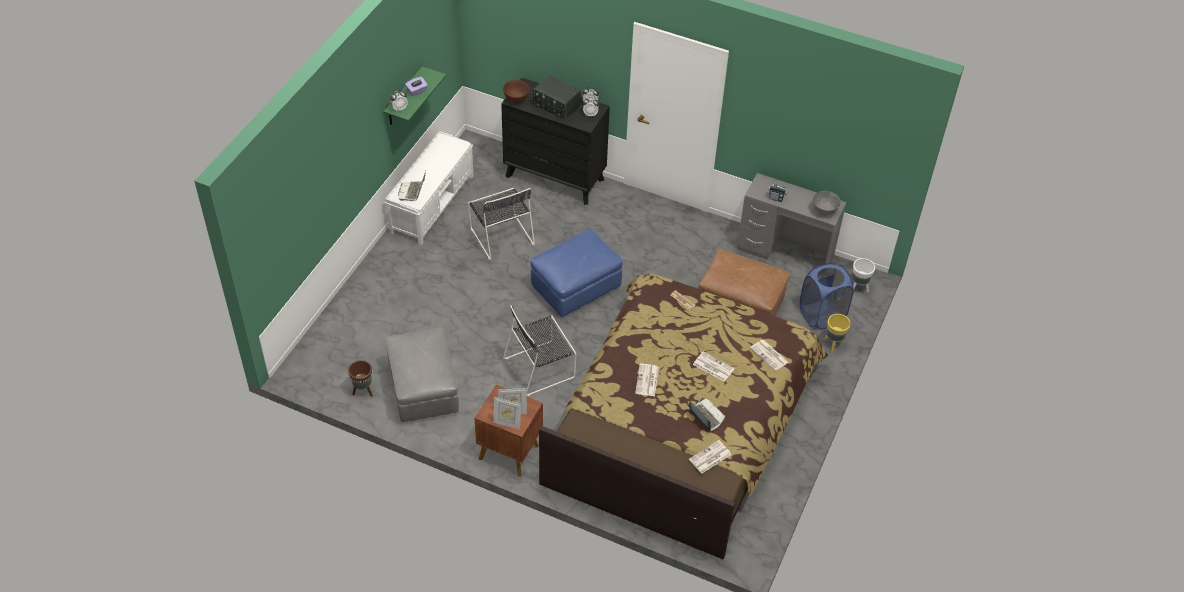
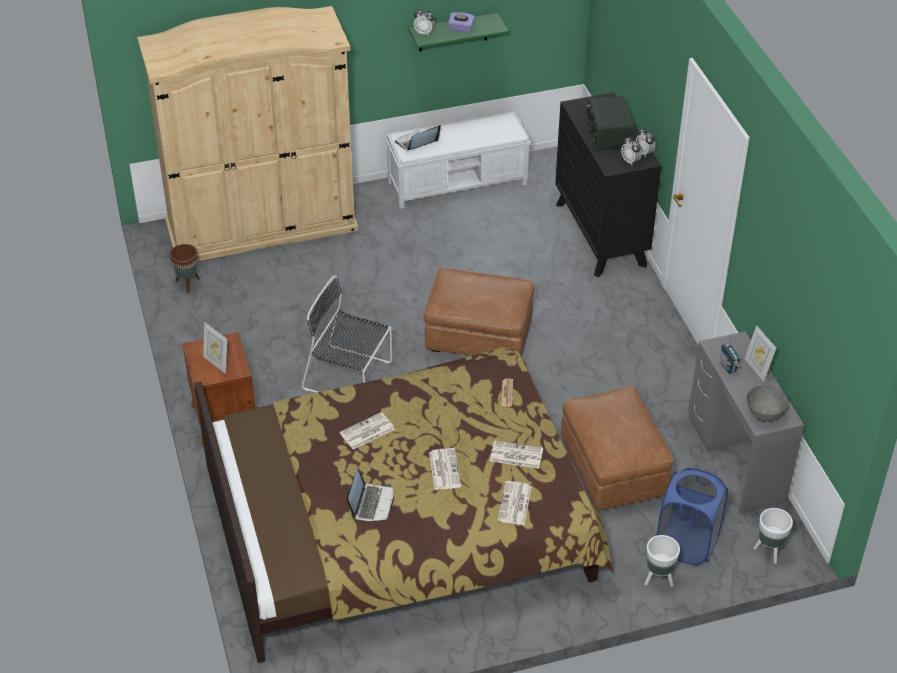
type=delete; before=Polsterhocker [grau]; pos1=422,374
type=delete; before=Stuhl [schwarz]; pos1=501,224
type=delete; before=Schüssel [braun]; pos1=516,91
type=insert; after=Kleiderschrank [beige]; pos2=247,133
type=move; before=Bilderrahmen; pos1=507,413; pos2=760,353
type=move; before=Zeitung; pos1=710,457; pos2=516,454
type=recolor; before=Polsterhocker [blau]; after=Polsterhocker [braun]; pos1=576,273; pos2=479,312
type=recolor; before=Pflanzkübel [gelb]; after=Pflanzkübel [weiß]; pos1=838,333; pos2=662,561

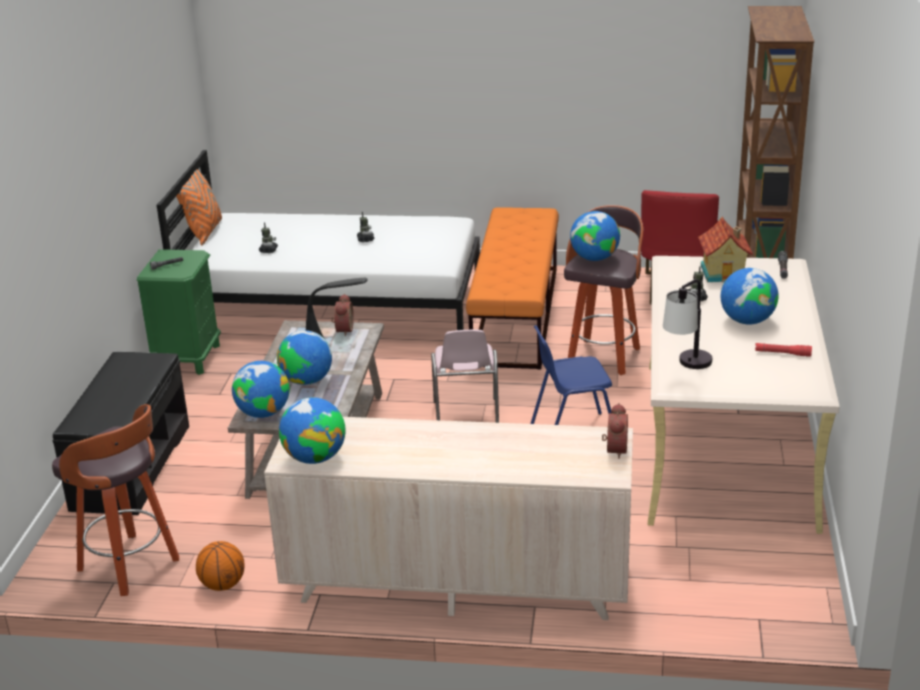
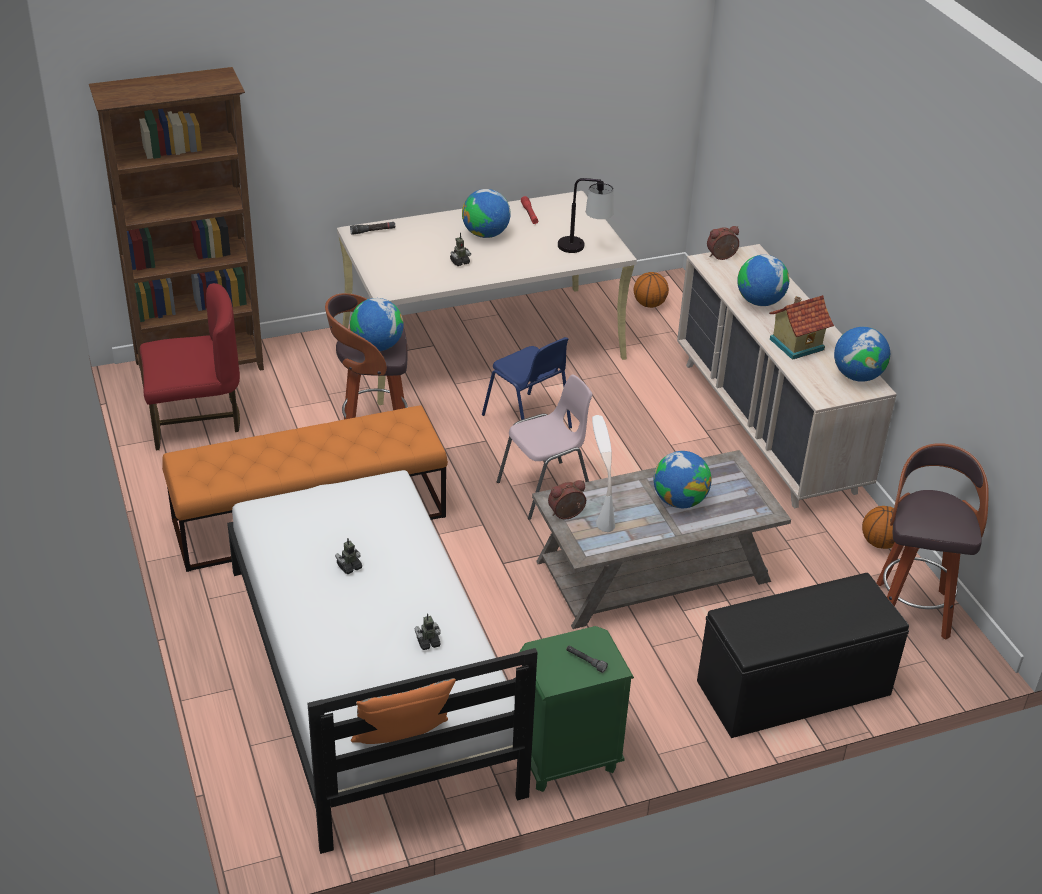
type=insert; after=Basketball; pos2=651,290
type=move; before=Globus; pos1=261,389; pos2=763,280
type=move; before=Spielzeughaus; pos1=725,249; pos2=801,327
type=recolor; before=Tischlampe [schwarz]; after=Tischlampe [weiß]; pos1=337,308; pos2=603,473

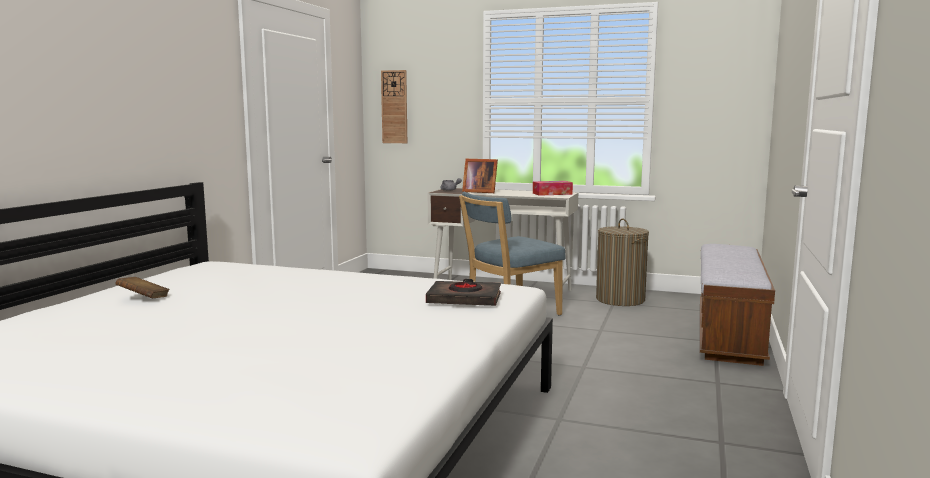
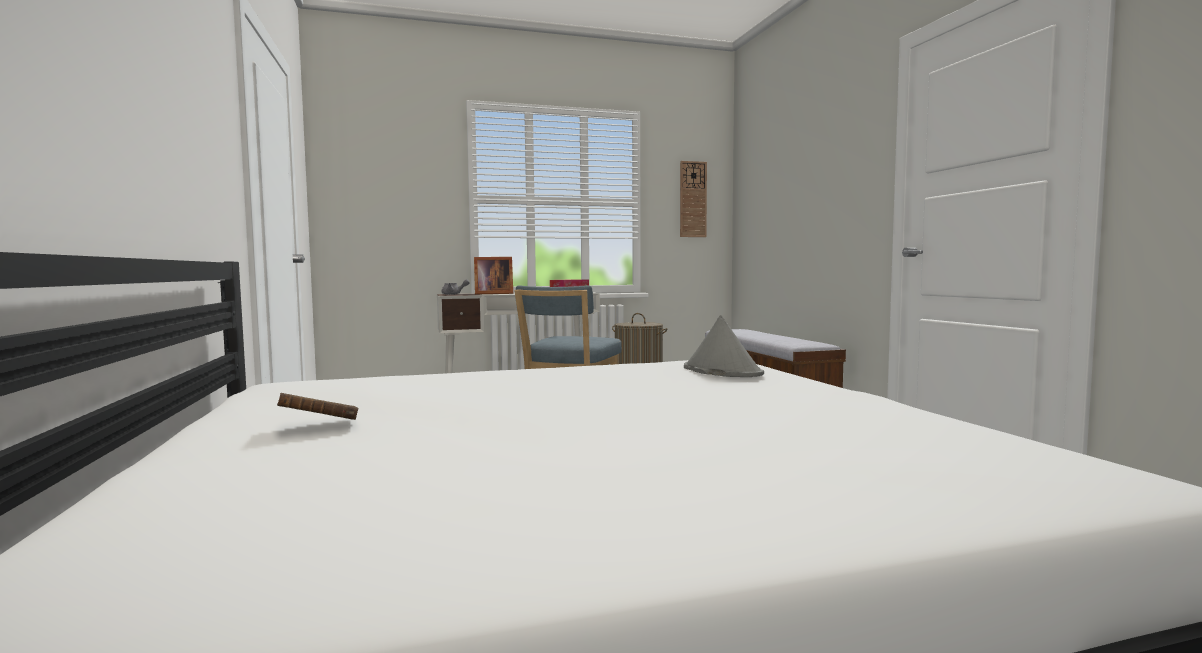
type=move; before=Wanduhr; pos1=394,106; pos2=693,199
type=replace; before=Buch [schwarz]; after=Hut [grau]; pos1=463,292; pos2=724,346

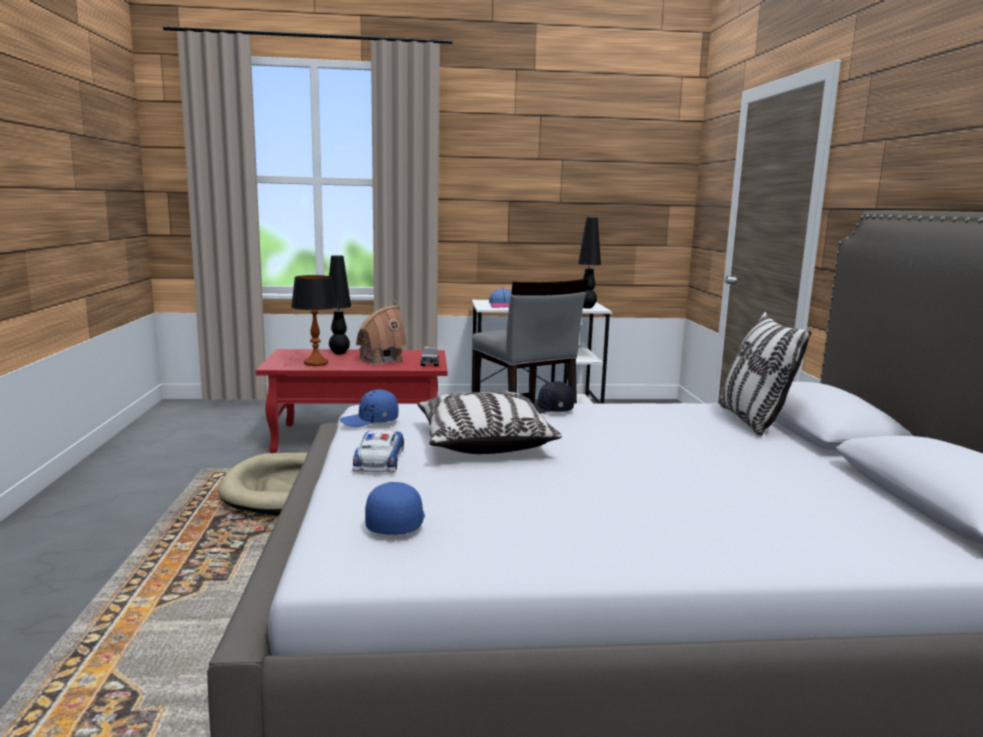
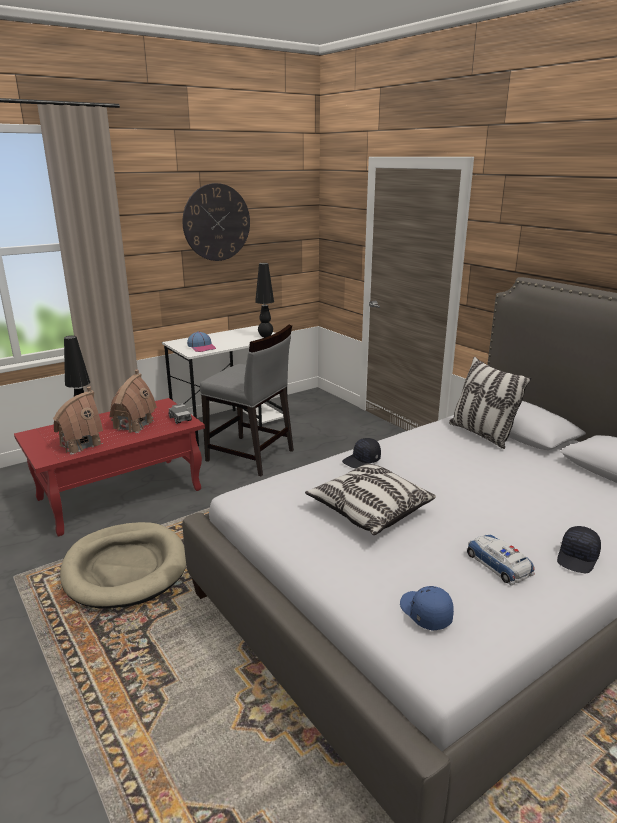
type=delete; before=Kappe [blau]; pos1=369,408
type=insert; after=Wanduhr; pos2=216,222
type=insert; after=Kappe [schwarz]; pos2=579,549
type=move; before=Spielzeugauto; pos1=378,451; pos2=501,560
type=replace; before=Tischlampe; after=Spielzeughaus; pos1=314,320; pos2=78,421

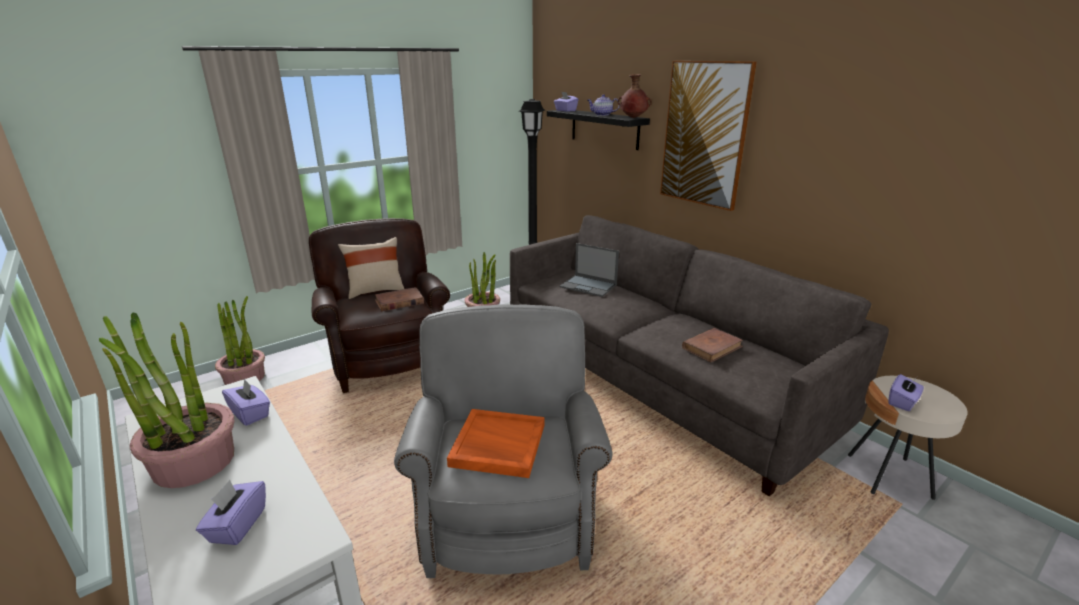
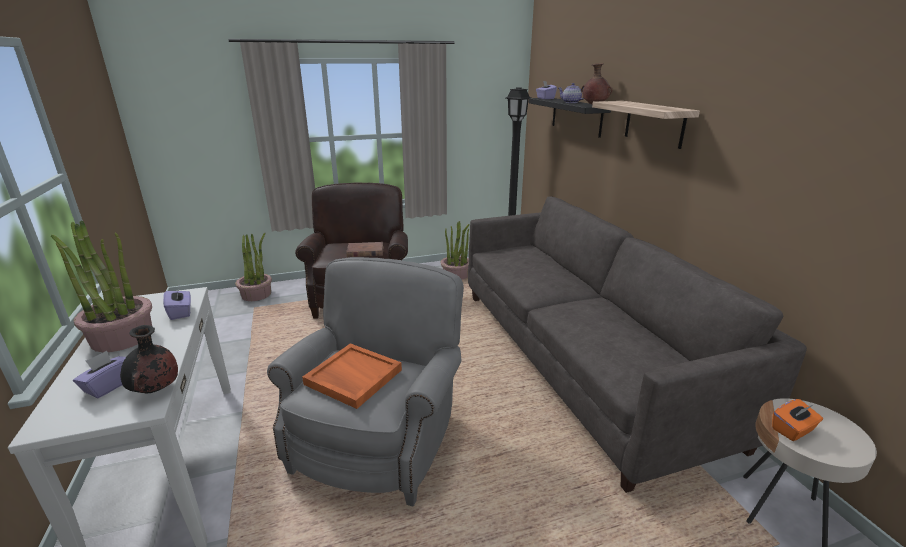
type=delete; before=Kissen [beige]; pos1=371,268
type=delete; before=Laptop; pos1=589,270
type=delete; before=Buch [braun]; pos1=712,345
type=insert; after=Vase [schwarz]; pos2=149,359
type=replace; before=Bild; after=Wandregal; pos1=708,136; pos2=646,125
type=recolor; before=Taschentuchbox [lila]; after=Taschentuchbox [orange]; pos1=906,392; pos2=797,420

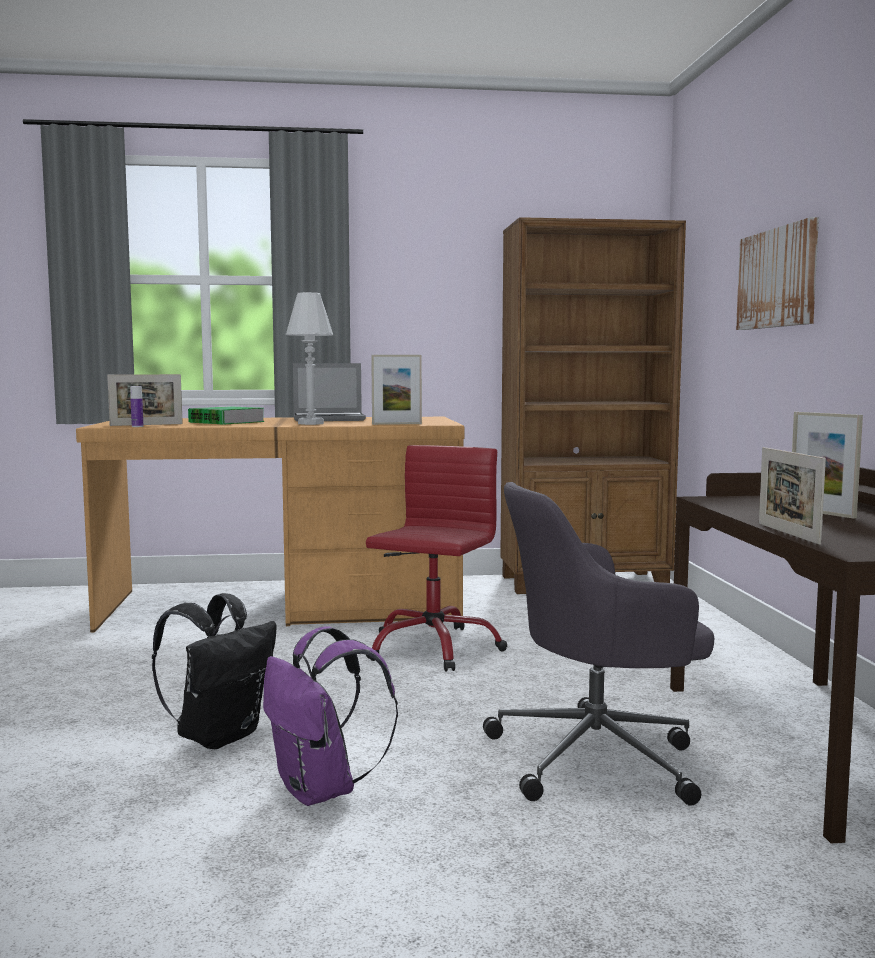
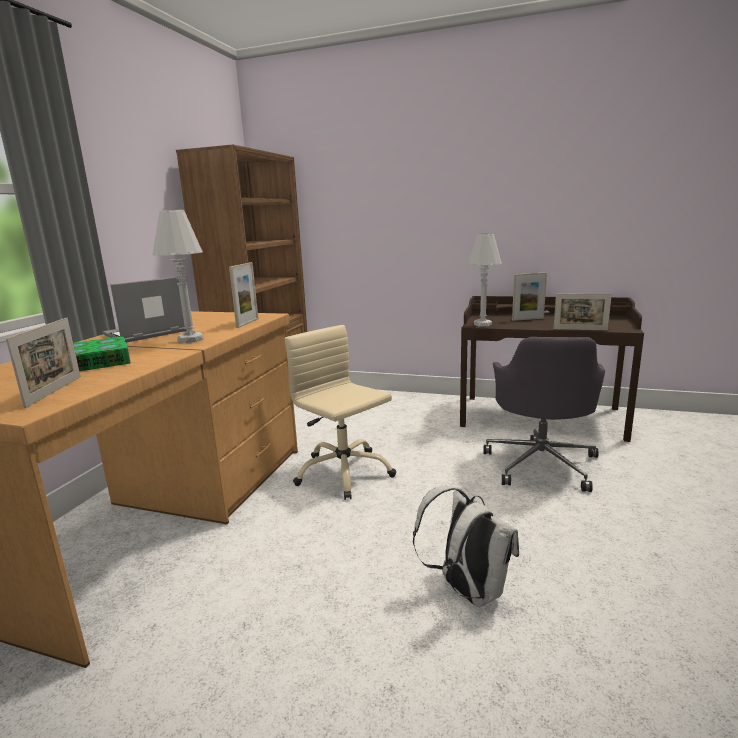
type=delete; before=Flasche; pos1=137,406
type=delete; before=Rucksack [lila]; pos1=330,716
type=delete; before=Bild; pos1=777,273
type=insert; after=Tischlampe [weiß]; pos2=485,279
type=recolor; before=Rucksack [schwarz]; after=Rucksack [weiß]; pos1=214,671; pos2=466,546
type=recolor; before=Bürostuhl [rot]; after=Bürostuhl [beige]; pos1=436,558; pos2=340,412
type=rotate; before=Laptop; pos1=329,392; pos2=145,310; turn=-150

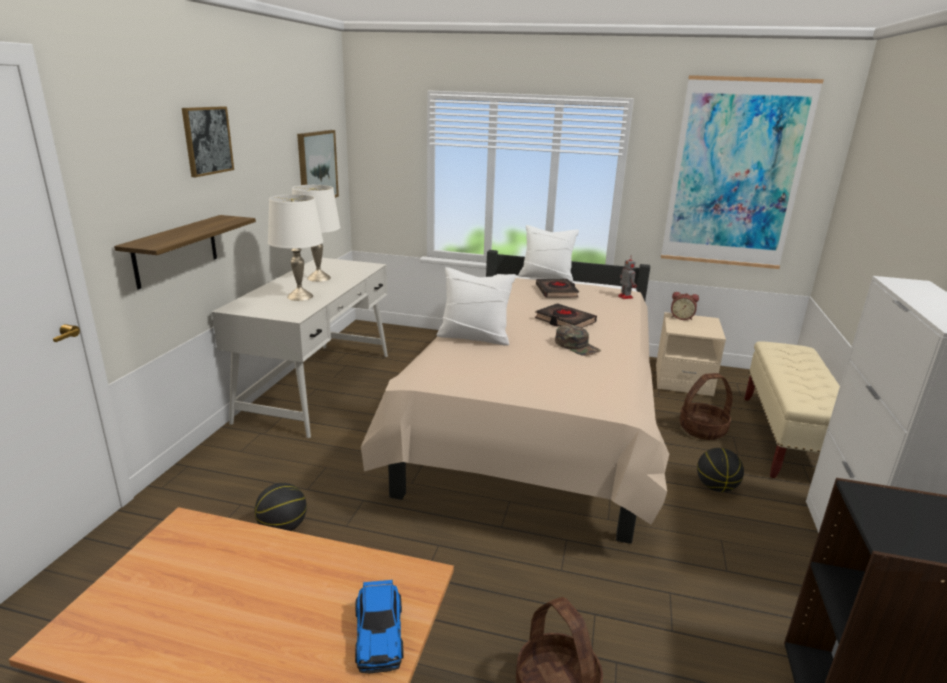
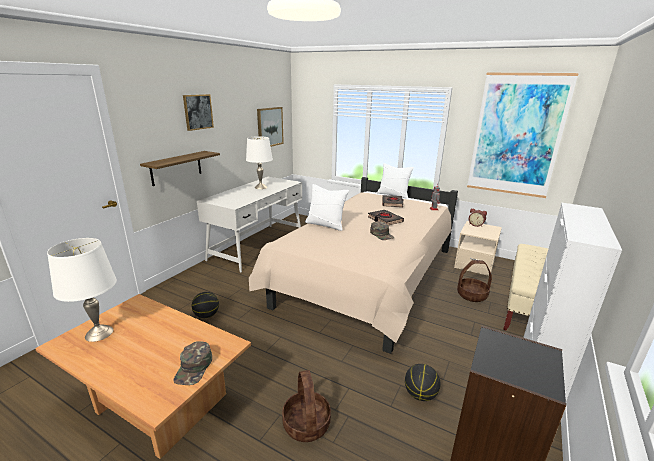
type=move; before=Tischlampe [weiß]; pos1=295,247; pos2=82,290
type=move; before=Basketball; pos1=720,470; pos2=422,382
type=replace; before=Spielzeugauto; after=Kappe [grün]; pos1=379,626; pos2=192,363

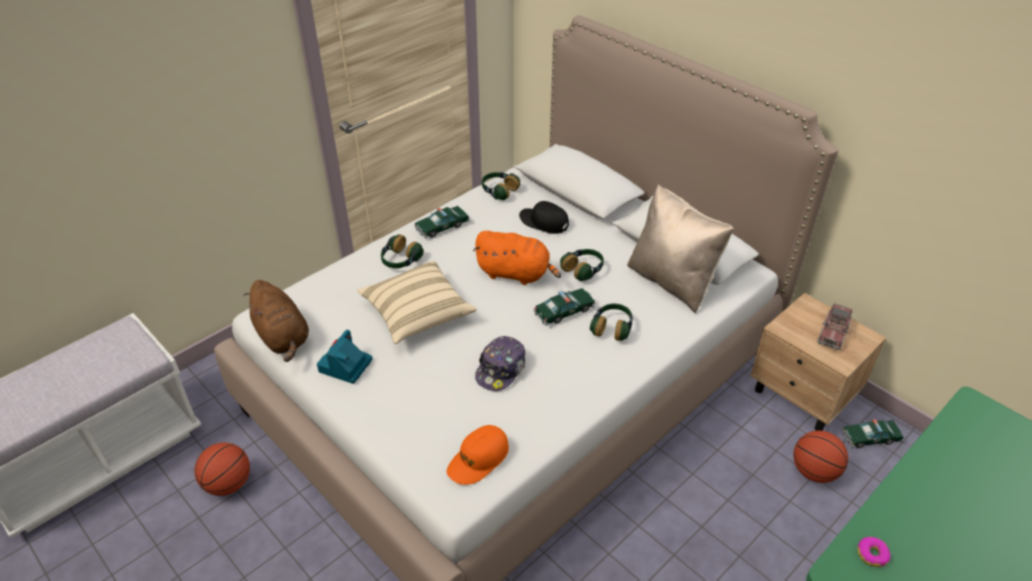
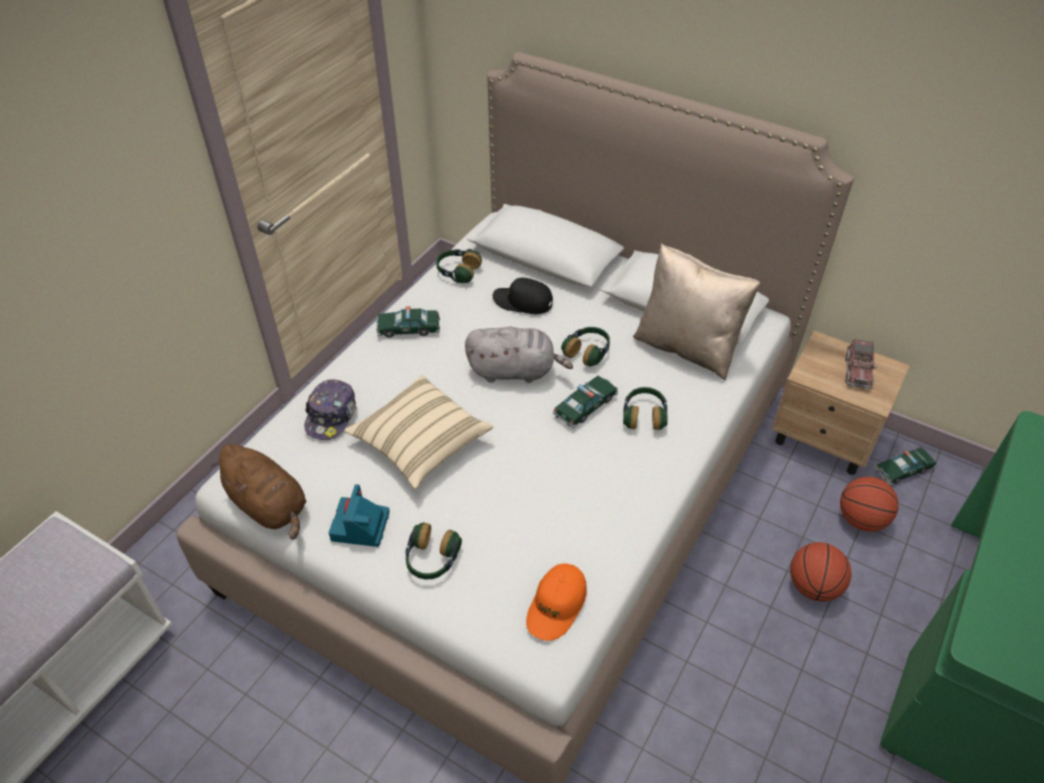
type=delete; before=Donut; pos1=874,552
type=move; before=Basketball; pos1=222,469; pos2=820,571
type=move; before=Kopfhörer; pos1=402,251; pos2=434,551
type=move; before=Kappe; pos1=500,363; pos2=330,409
type=recolor; before=Plüschtier [orange]; after=Plüschtier [grau]; pos1=517,258; pos2=519,355
type=rotate; before=Spielzeugauto; pos1=442,222; pos2=408,322; turn=45

